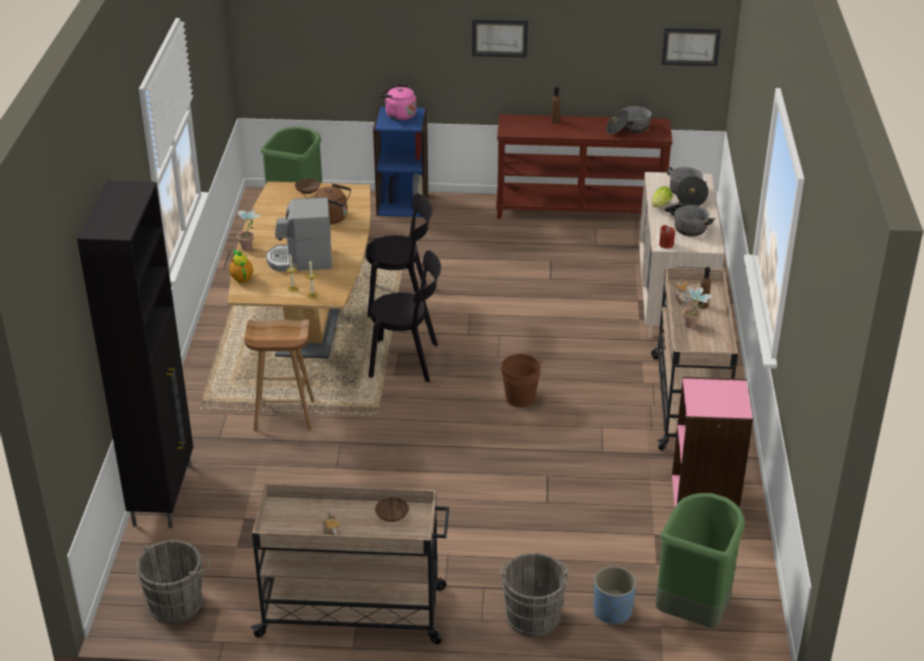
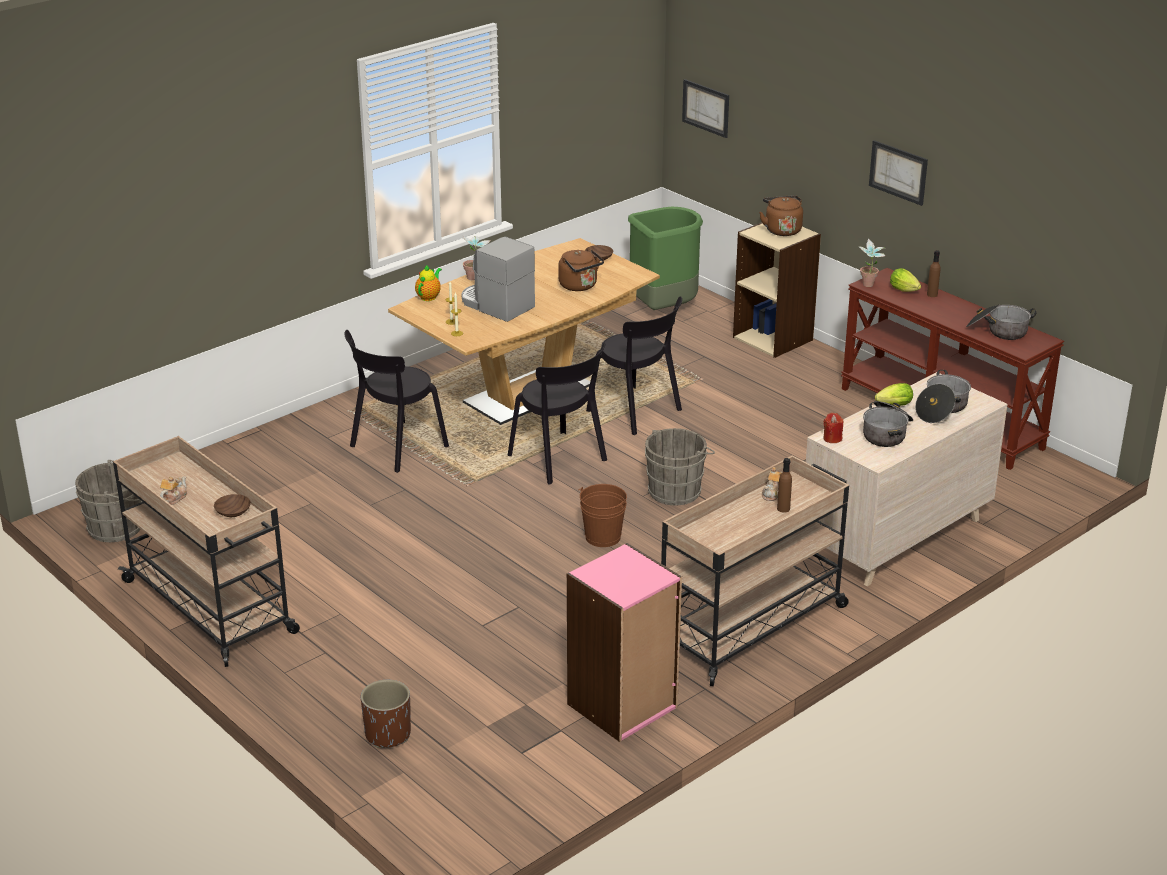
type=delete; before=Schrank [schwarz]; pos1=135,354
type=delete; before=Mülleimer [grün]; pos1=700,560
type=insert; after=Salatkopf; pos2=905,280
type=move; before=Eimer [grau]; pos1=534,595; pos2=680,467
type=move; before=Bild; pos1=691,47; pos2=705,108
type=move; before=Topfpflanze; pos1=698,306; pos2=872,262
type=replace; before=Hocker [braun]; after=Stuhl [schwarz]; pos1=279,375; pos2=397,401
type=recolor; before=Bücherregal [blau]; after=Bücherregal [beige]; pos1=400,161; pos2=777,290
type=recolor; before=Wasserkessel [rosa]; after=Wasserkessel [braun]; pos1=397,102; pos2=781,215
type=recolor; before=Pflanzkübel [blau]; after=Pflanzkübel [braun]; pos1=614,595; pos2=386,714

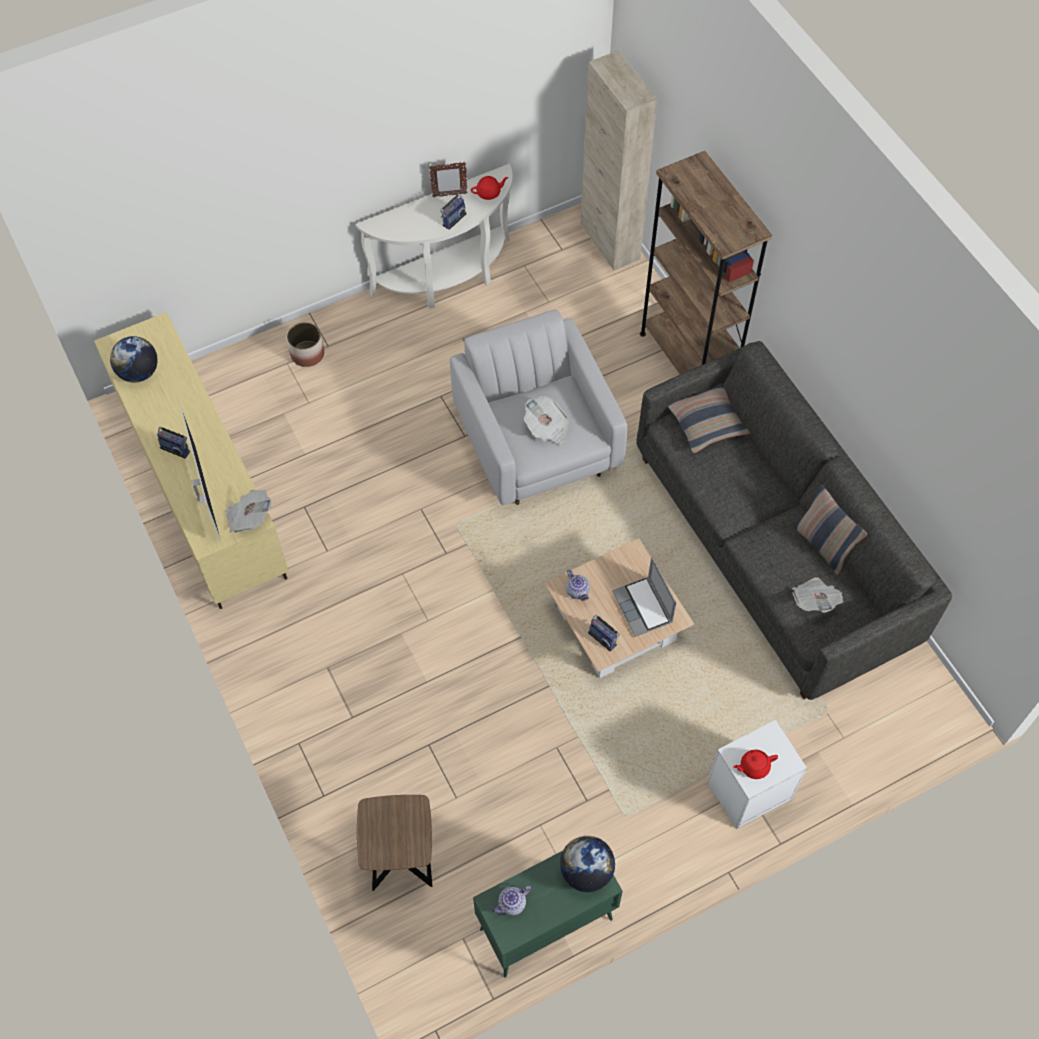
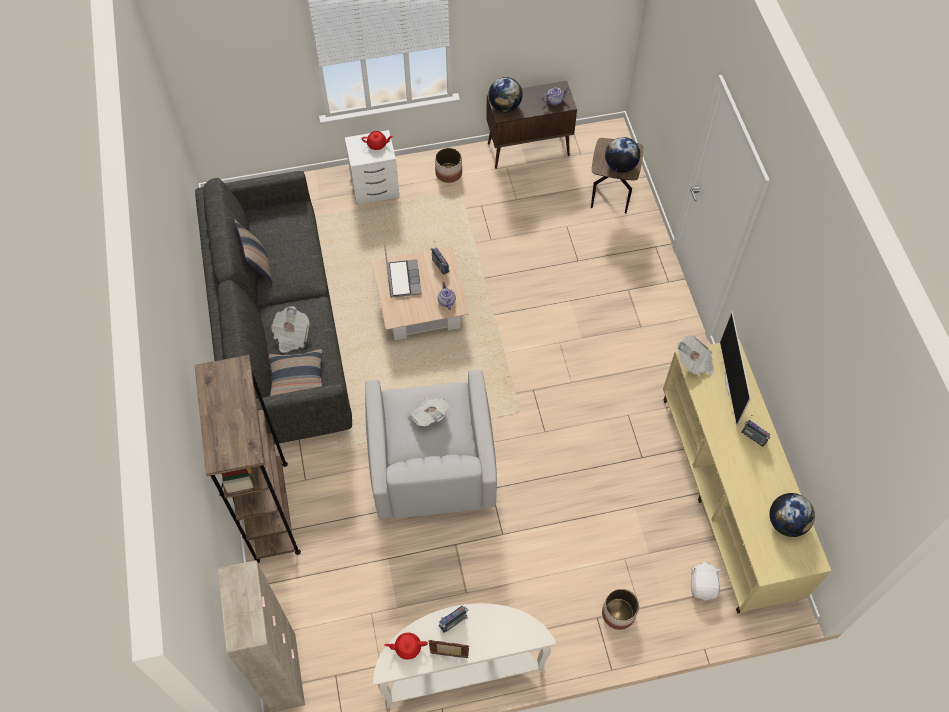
type=insert; after=Pflanzkübel; pos2=448,165
type=insert; after=Globus; pos2=622,155
type=insert; after=Plüschtier [weiß]; pos2=706,581
type=move; before=Zeitung; pos1=817,595; pos2=290,329
type=recolor; before=Schrank [grün]; after=Schrank [braun]; pos1=548,914; pos2=531,125

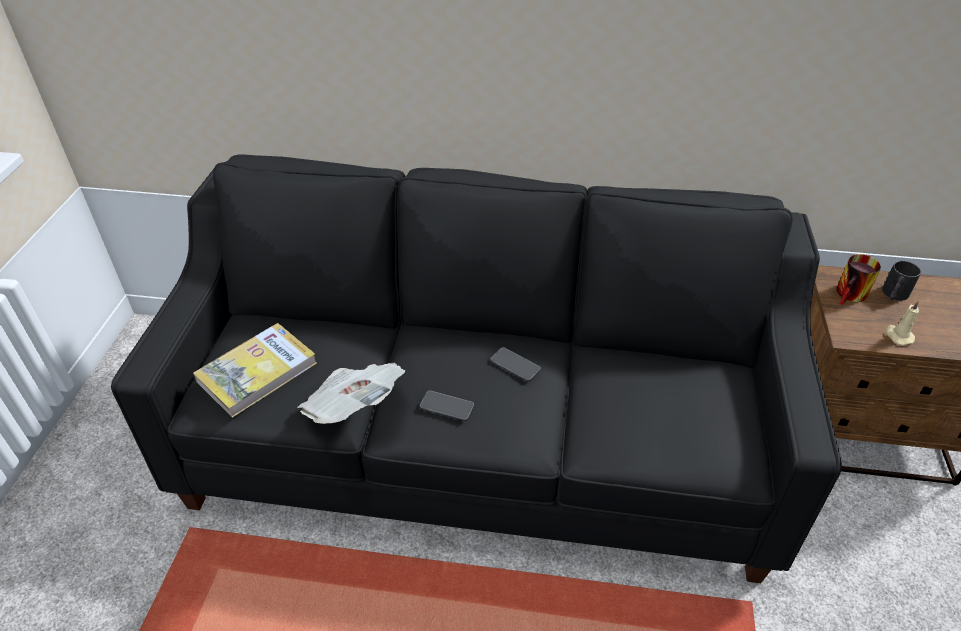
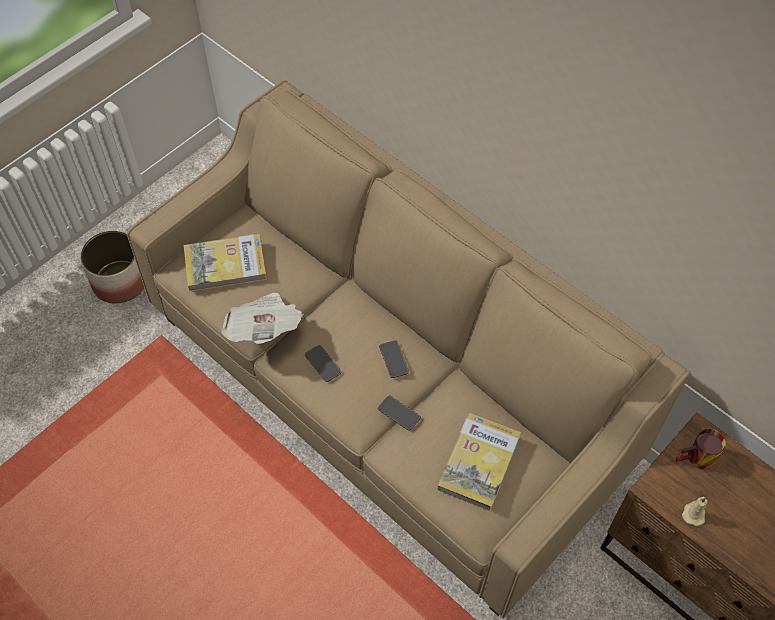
type=delete; before=Henkelbecher [schwarz]; pos1=901,281
type=insert; after=Pflanzkübel; pos2=112,267
type=insert; after=Handy; pos2=399,413
type=insert; after=Buch; pos2=479,462
type=recolor; before=Sofa [schwarz]; after=Sofa [beige]; pos1=476,369; pos2=409,349

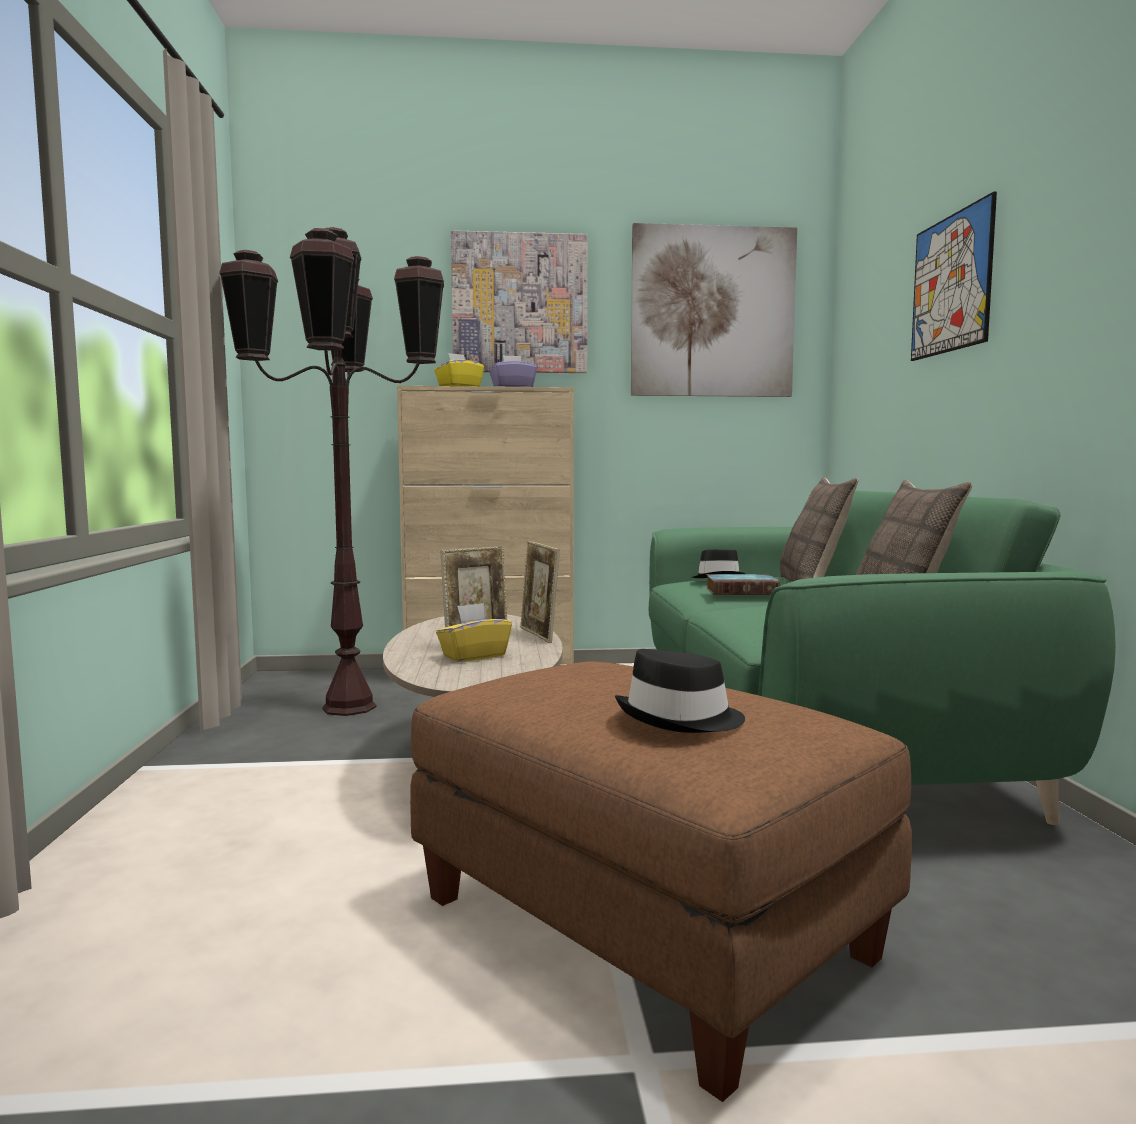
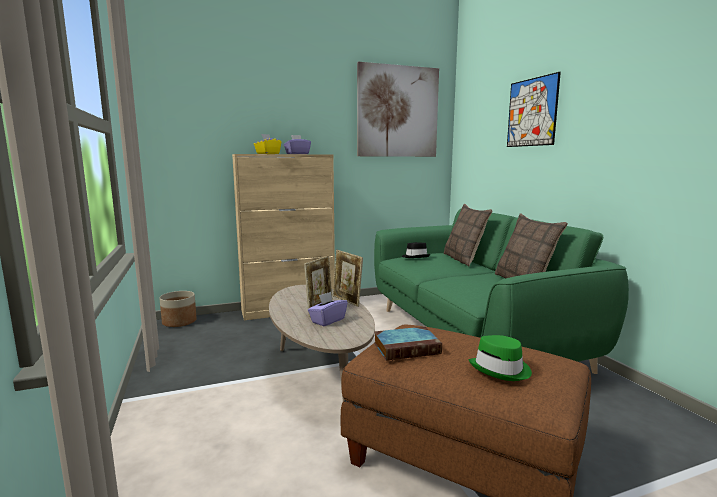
type=delete; before=Stehlampe [braun]; pos1=331,471
type=delete; before=Bild; pos1=519,301
type=insert; after=Pflanzkübel; pos2=178,309
type=move; before=Buch; pos1=743,584; pos2=408,343
type=recolor; before=Taschentuchbox [gelb]; after=Taschentuchbox [lila]; pos1=474,632; pos2=328,309
type=recolor; before=Hut [schwarz]; after=Hut [grün]; pos1=680,691; pos2=500,358

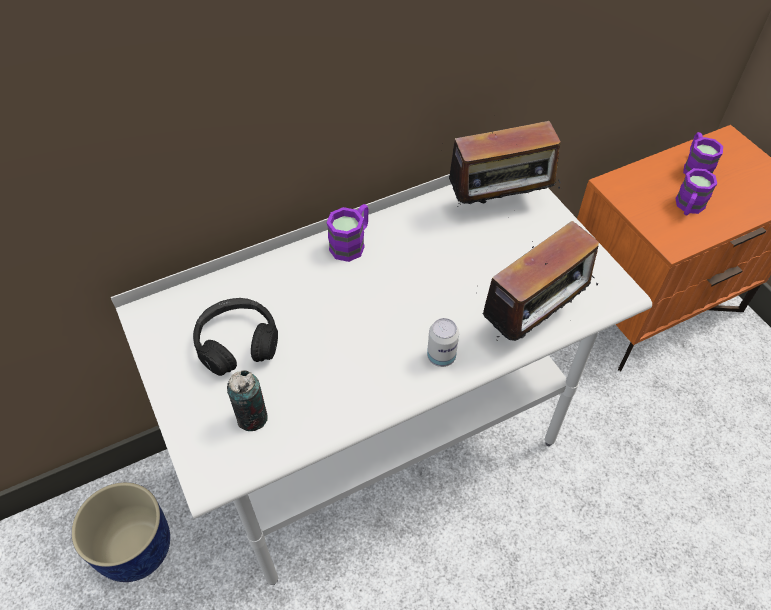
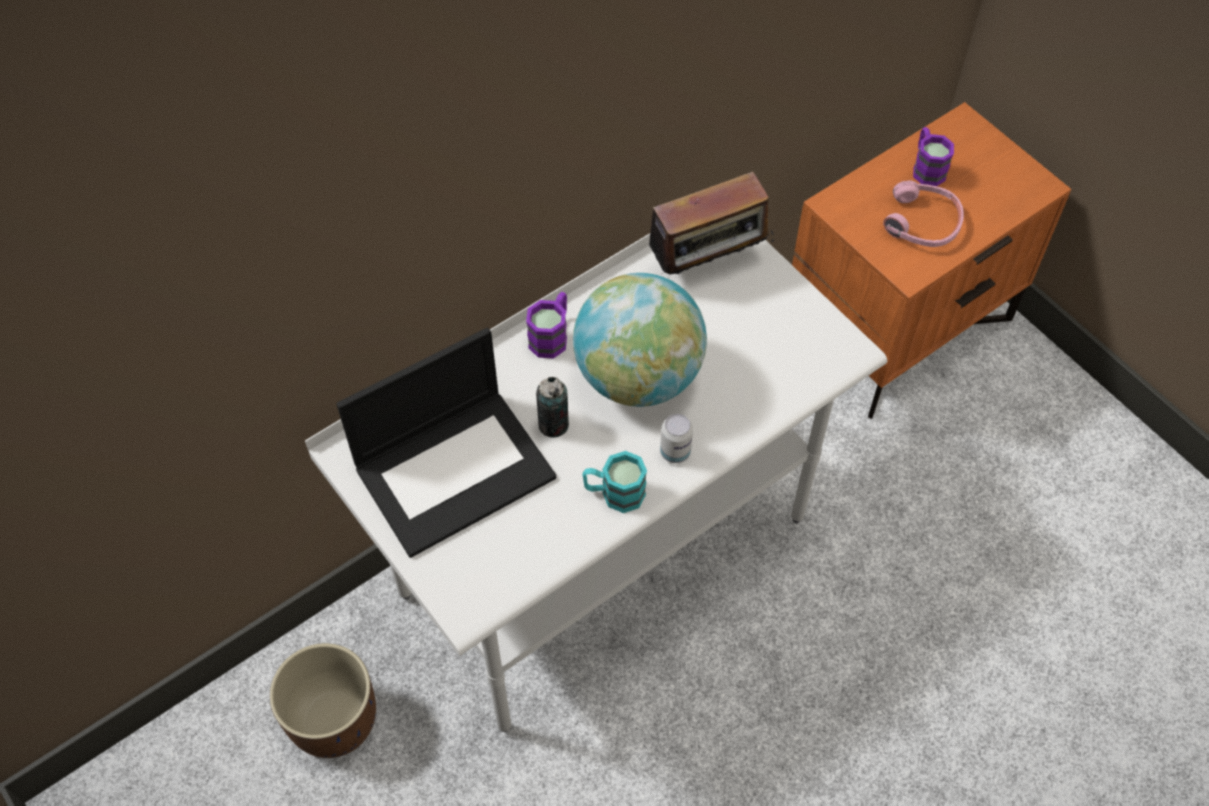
type=delete; before=Radio; pos1=540,281
type=insert; after=Globus; pos2=640,340
type=insert; after=Henkelbecher [türkis]; pos2=614,482
type=move; before=Dose; pos1=247,400; pos2=552,407
type=replace; before=Kopfhörer [schwarz]; after=Laptop; pos1=235,337; pos2=446,443
type=replace; before=Henkelbecher [lila]; after=Kopfhörer [rosa]; pos1=696,191; pos2=923,213
type=recolor; before=Pflanzkübel [blau]; after=Pflanzkübel [braun]; pos1=120,532; pos2=322,700

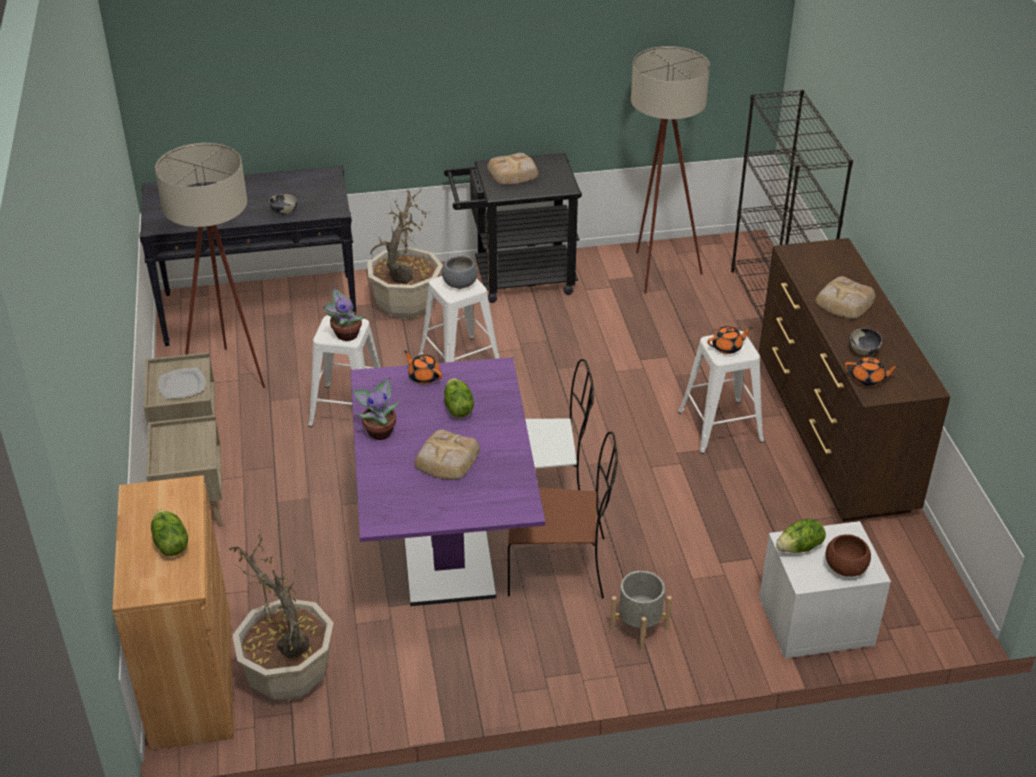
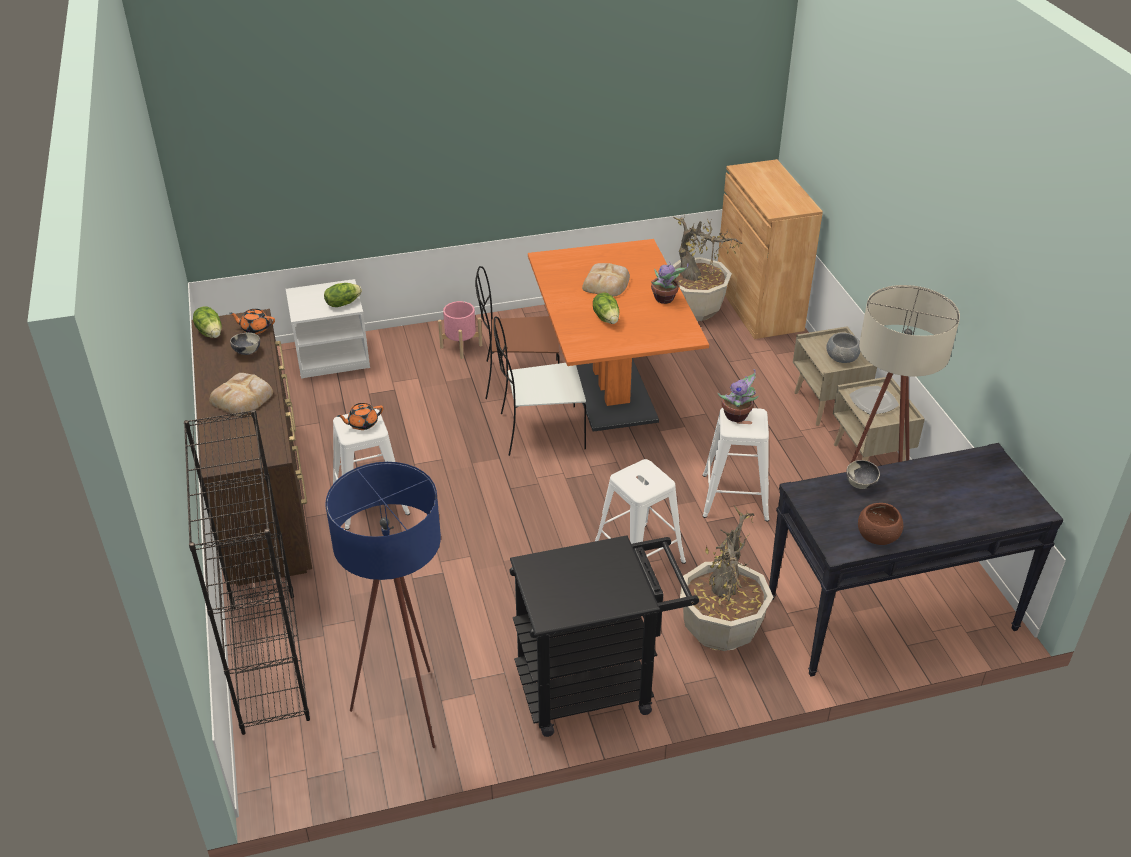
type=delete; before=Teekanne [orange]; pos1=423,367
type=delete; before=Brot; pos1=512,169
type=move; before=Salatkopf; pos1=169,533; pos2=207,322
type=move; before=Schüssel [grau]; pos1=460,272; pos2=843,348
type=move; before=Schüssel [braun]; pos1=848,555; pos2=880,524
type=recolor; before=Esstisch [lila]; after=Esstisch [orange]; pos1=447,481; pos2=618,335
type=recolor; before=Pflanzkübel [grau]; after=Pflanzkübel [rosa]; pos1=641,611; pos2=460,330
type=recolor; before=Stehlampe [beige]; after=Stehlampe [blau]; pos1=670,169; pos2=383,605

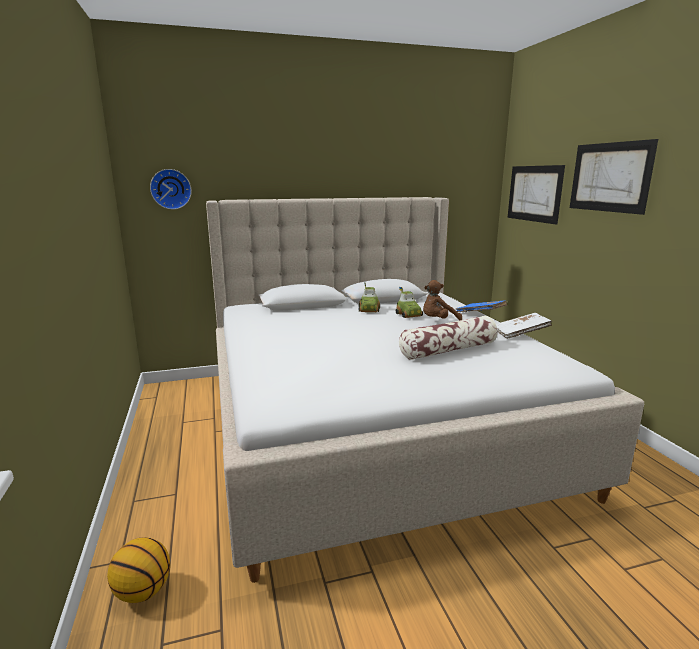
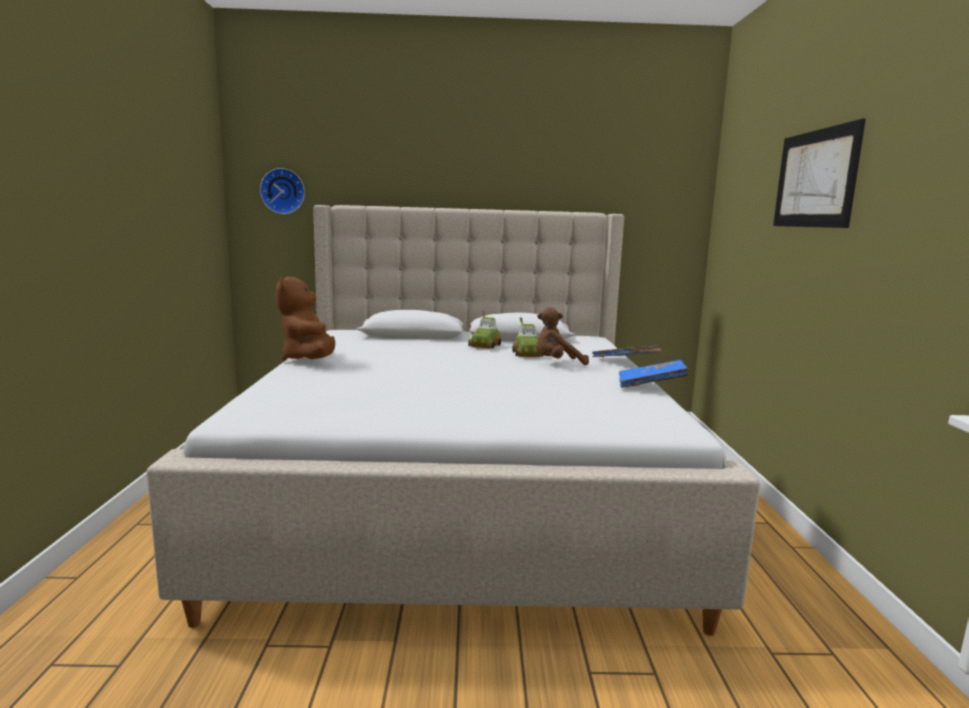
type=delete; before=Basketball; pos1=138,570
type=delete; before=Kissen; pos1=448,338
type=delete; before=Bild; pos1=536,195
type=insert; after=Plüschtier [braun]; pos2=305,318
type=recolor; before=Buch [weiß]; after=Buch [blau]; pos1=524,326; pos2=654,374

